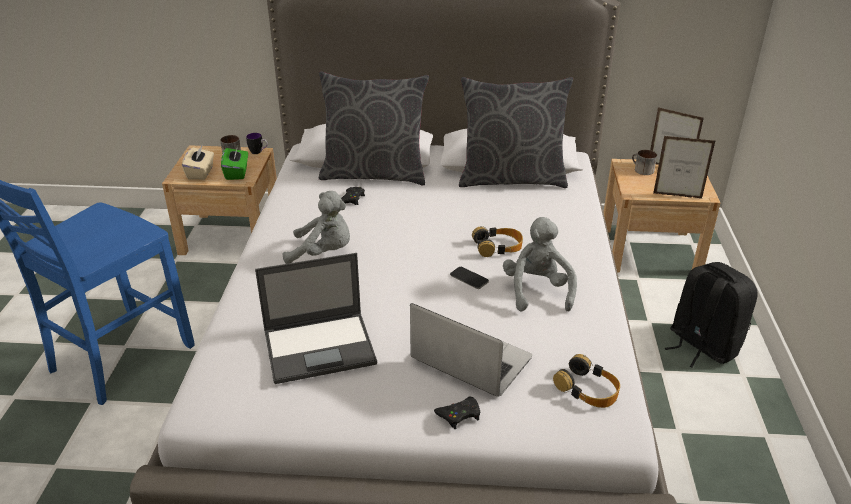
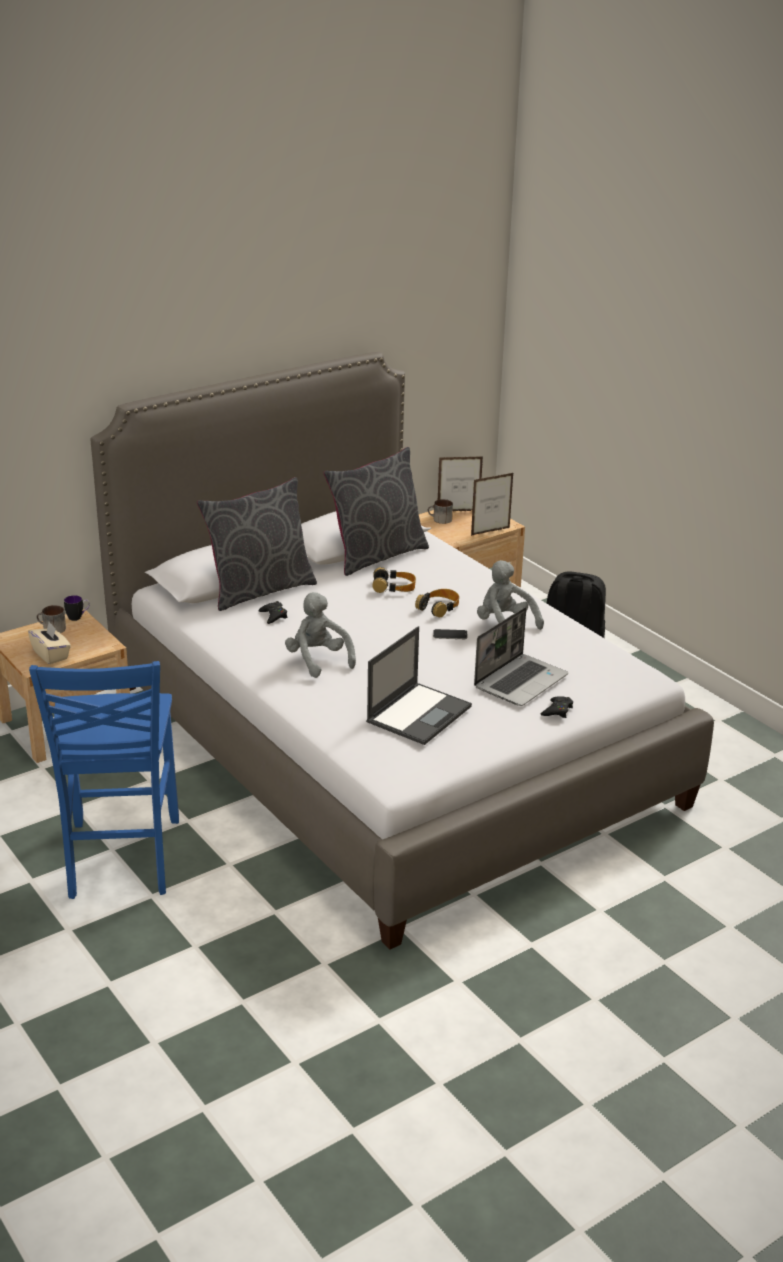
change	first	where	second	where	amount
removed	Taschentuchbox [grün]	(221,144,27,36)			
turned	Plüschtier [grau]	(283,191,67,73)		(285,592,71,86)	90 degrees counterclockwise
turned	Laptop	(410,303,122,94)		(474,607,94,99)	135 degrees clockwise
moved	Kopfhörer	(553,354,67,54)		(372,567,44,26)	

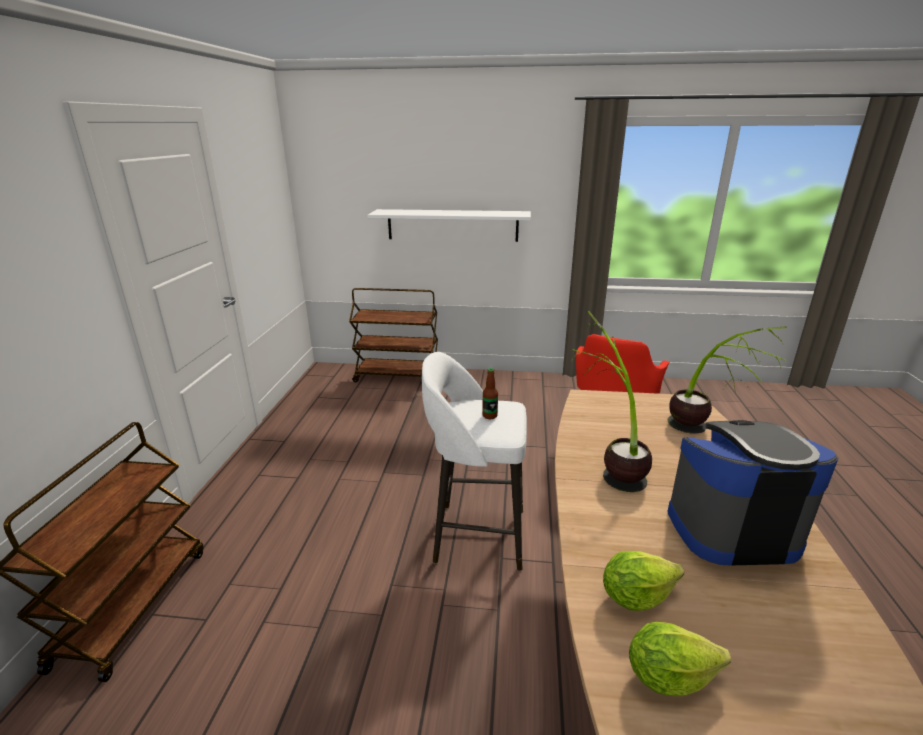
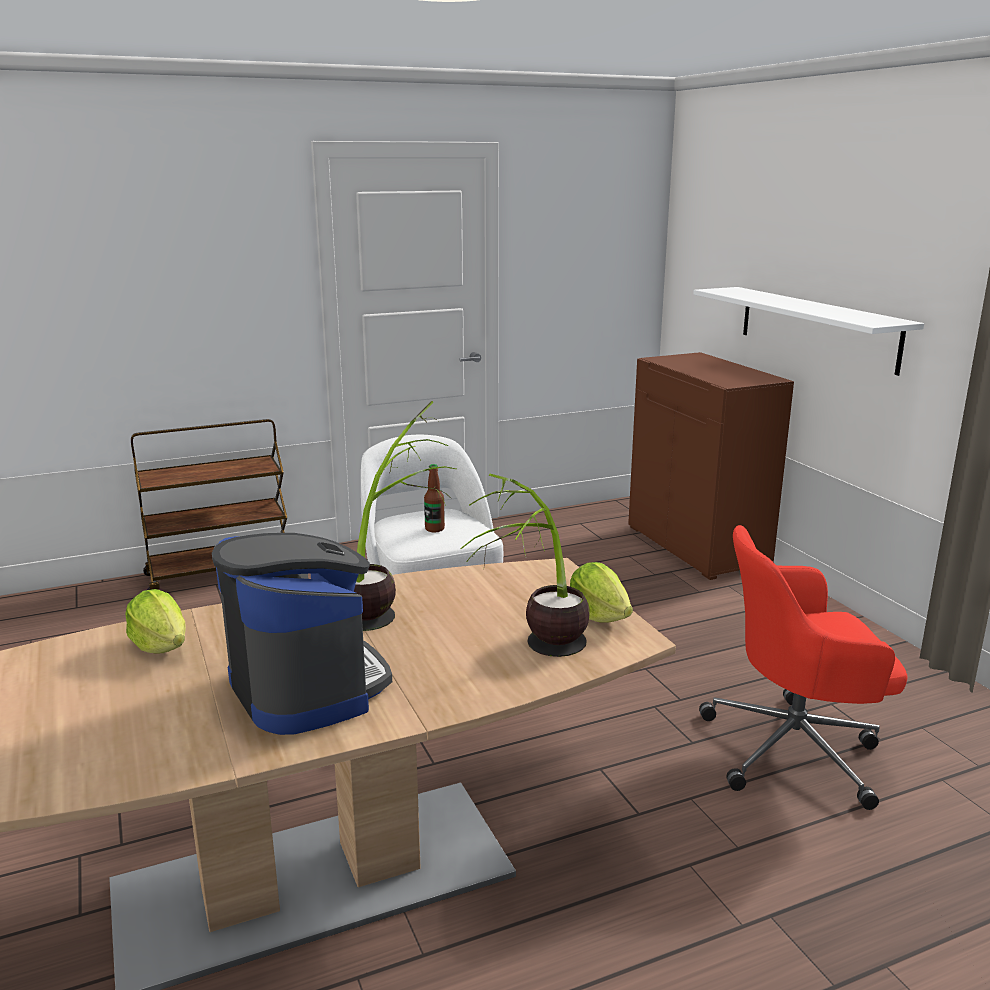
change	first	where	second	where	amount
replaced	Rollwagen [braun]	(349,288,89,94)	Schrank [braun]	(628,352,166,228)	
moved	Salatkopf	(629,622,102,74)		(570,562,63,61)	

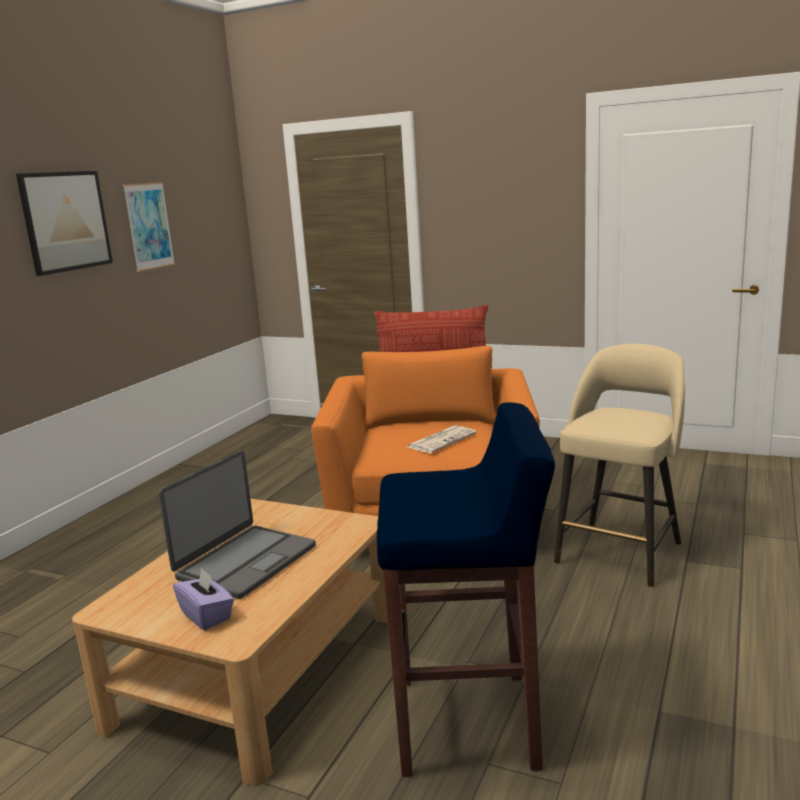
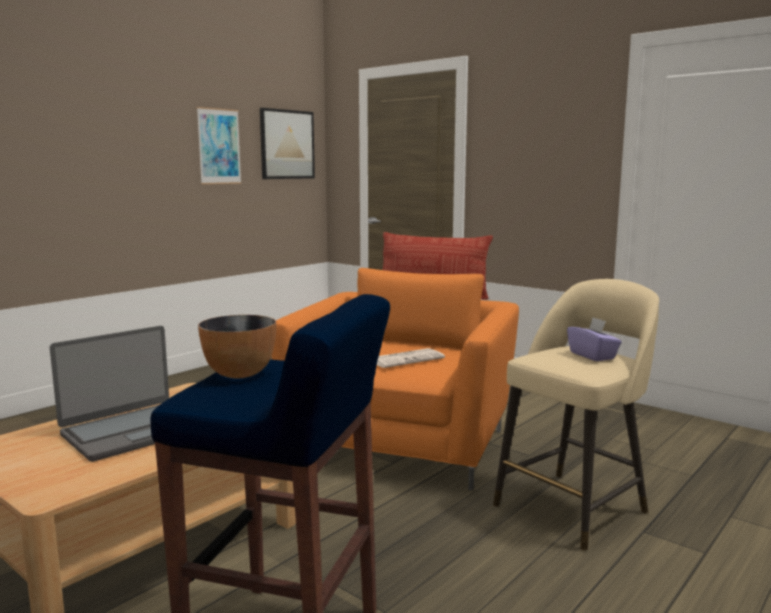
change	first	where	second	where	amount
moved	Bild	(16,171,97,105)		(260,108,55,71)	
moved	Taschentuchbox [lila]	(173,568,61,62)		(567,317,55,44)	
added			Schüssel	(198,315,78,63)	

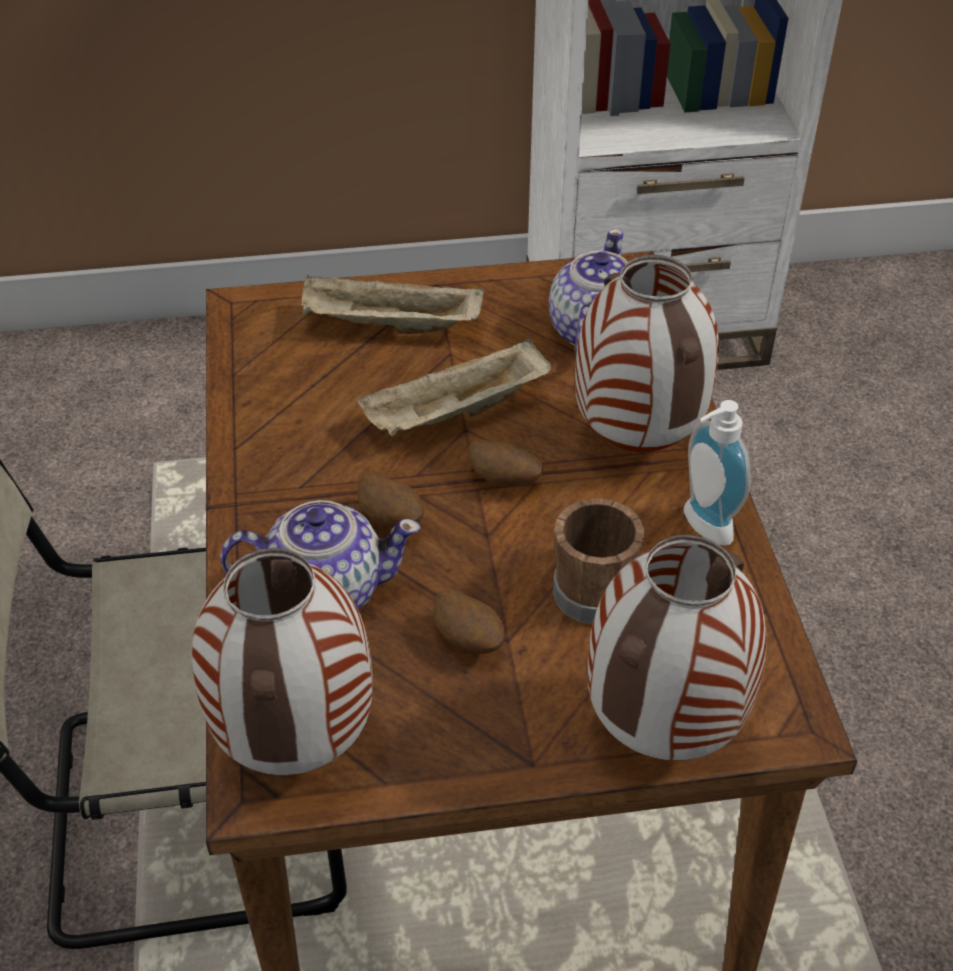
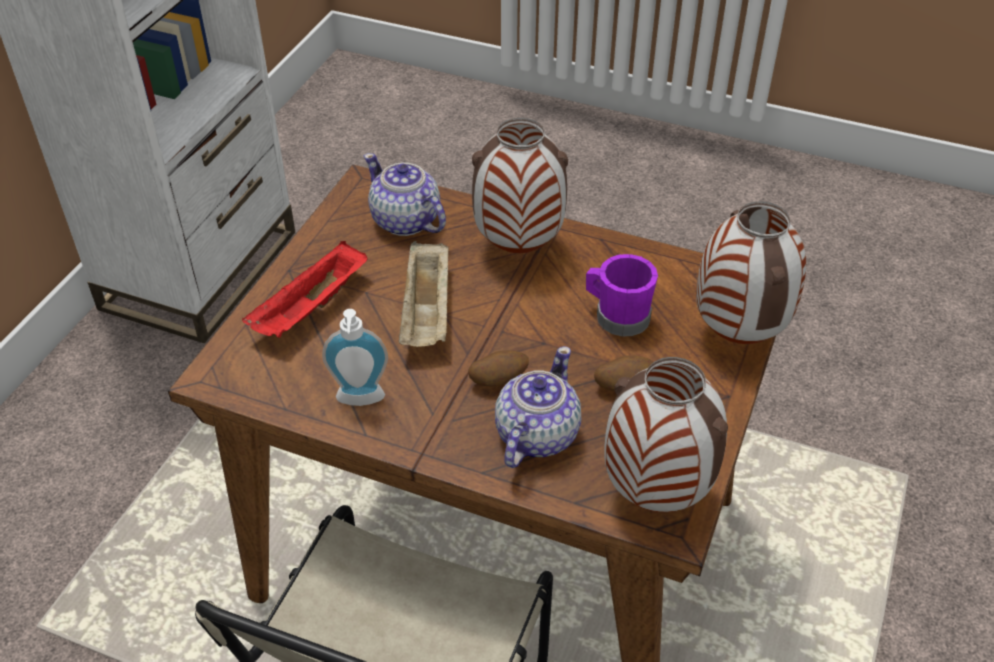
change	first	where	second	where	amount
recoloured	Tablett [beige]	(302,274,182,60)	Tablett [rot]	(242,241,126,97)	
moved	Seifenspender	(684,400,66,146)		(322,309,66,97)	
removed	Kartoffel	(468,439,75,47)			
recoloured	Henkelbecher [braun]	(553,498,92,126)	Henkelbecher [lila]	(586,254,72,83)	

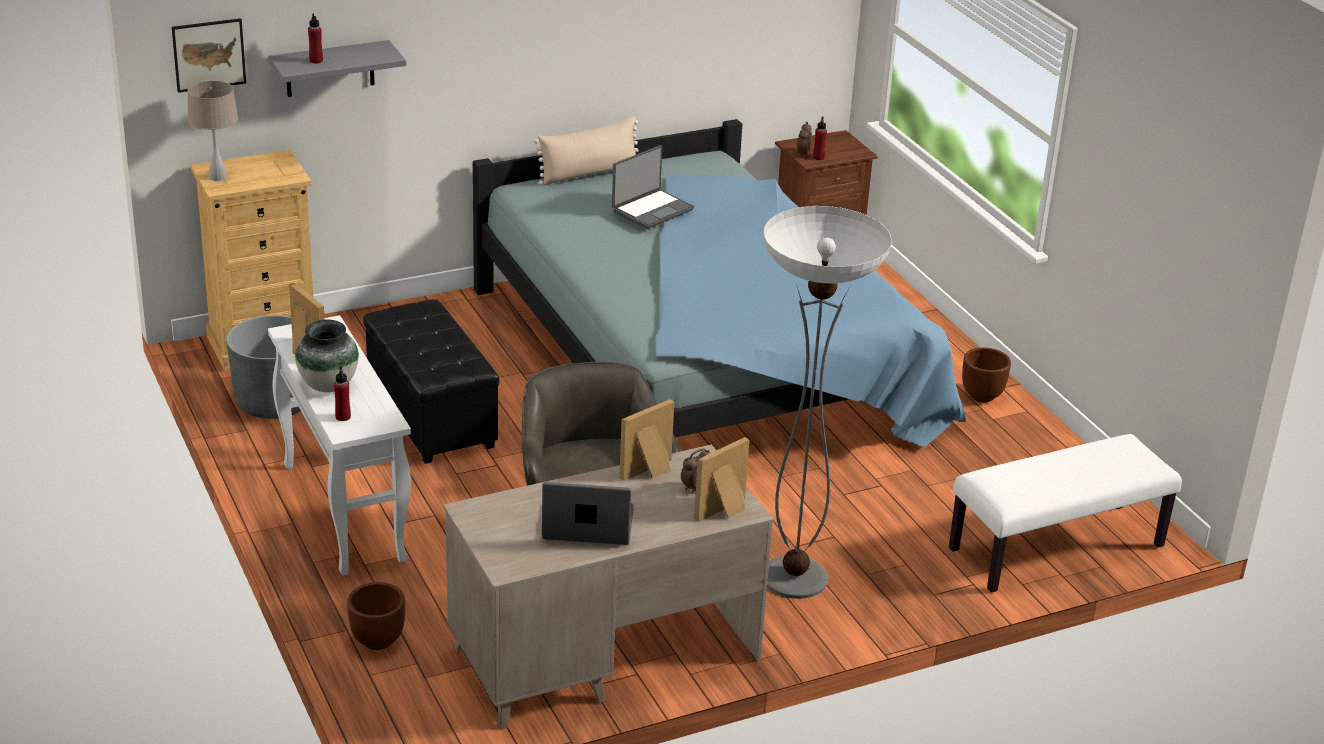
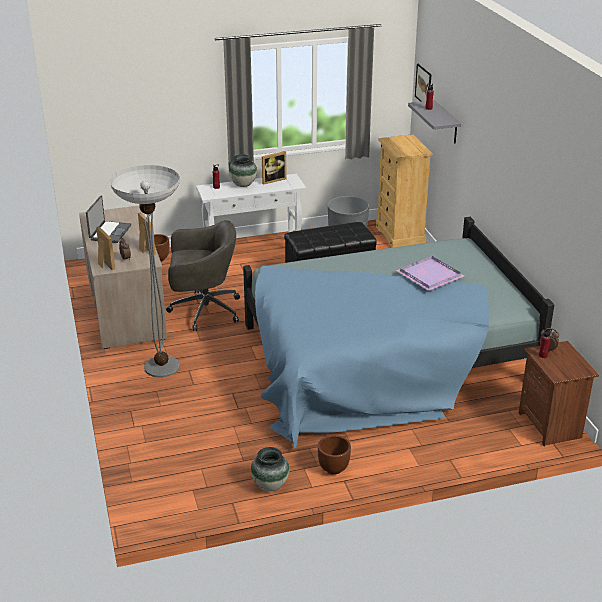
change	first	where	second	where	amount
removed	Tischlampe [beige]	(188,80,50,101)			
removed	Kissen [beige]	(534,116,105,69)			
replaced	Laptop	(612,145,82,84)	Tablett [lila]	(396,256,68,35)	
removed	Bank [weiß]	(949,434,233,159)			
added			Vase	(251,447,38,44)	

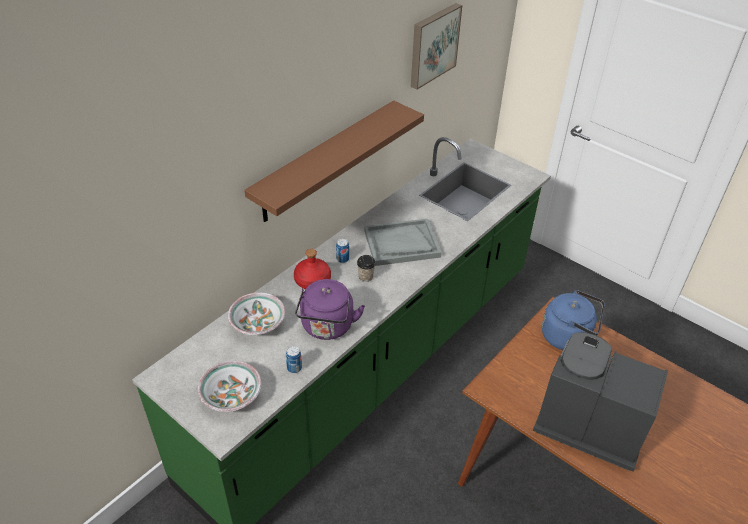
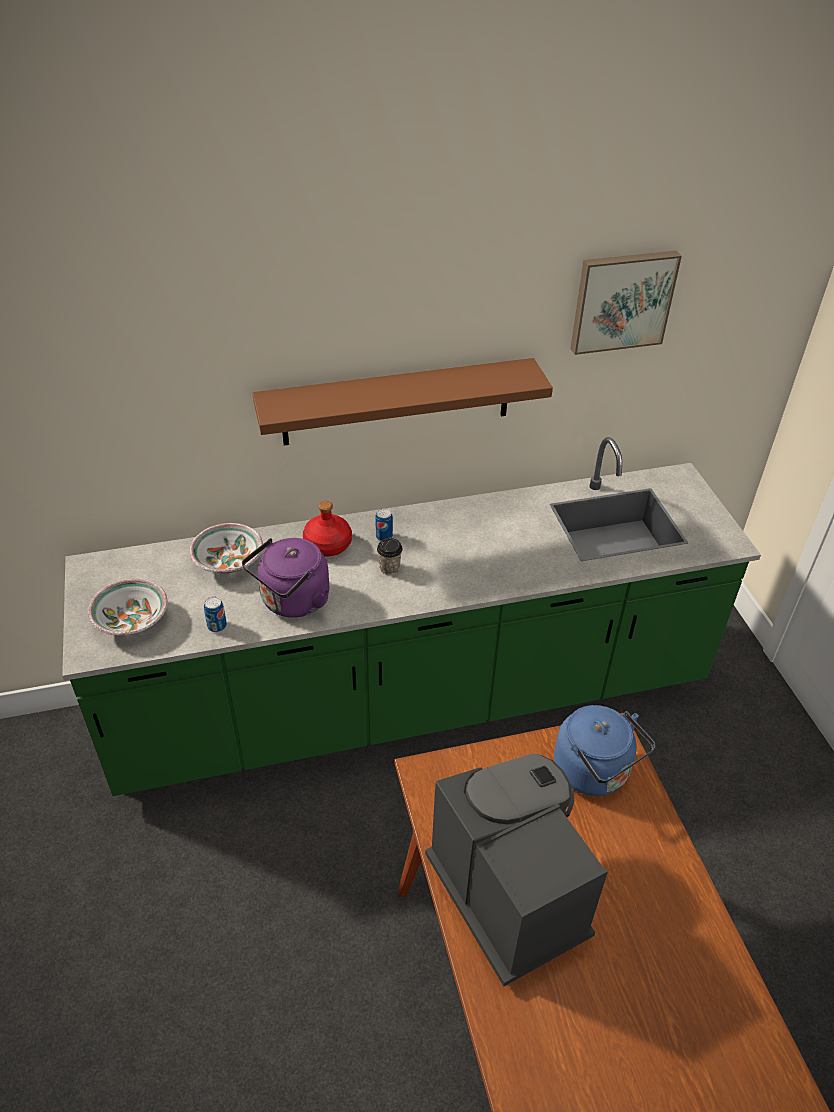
change	first	where	second	where	amount
removed	Tablett [grau]	(364,219,78,47)			

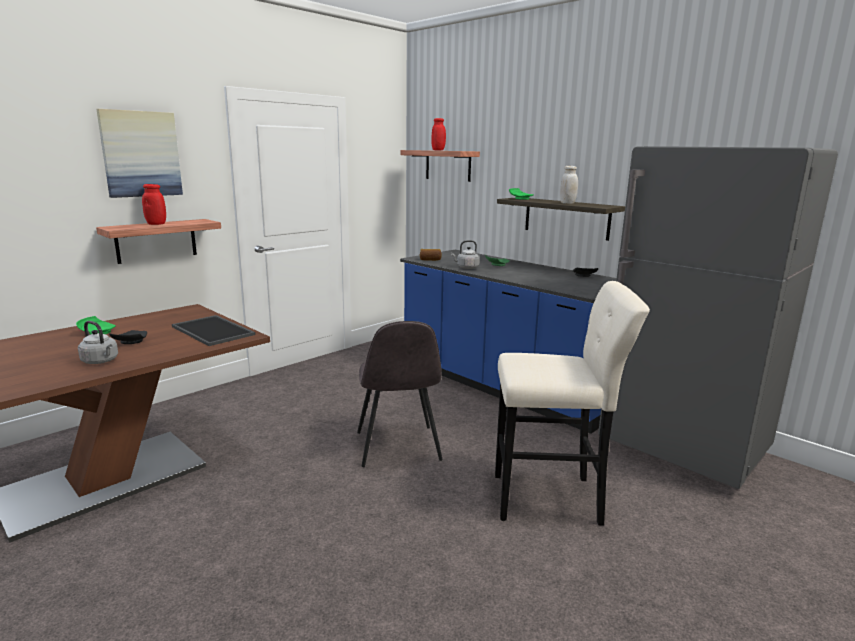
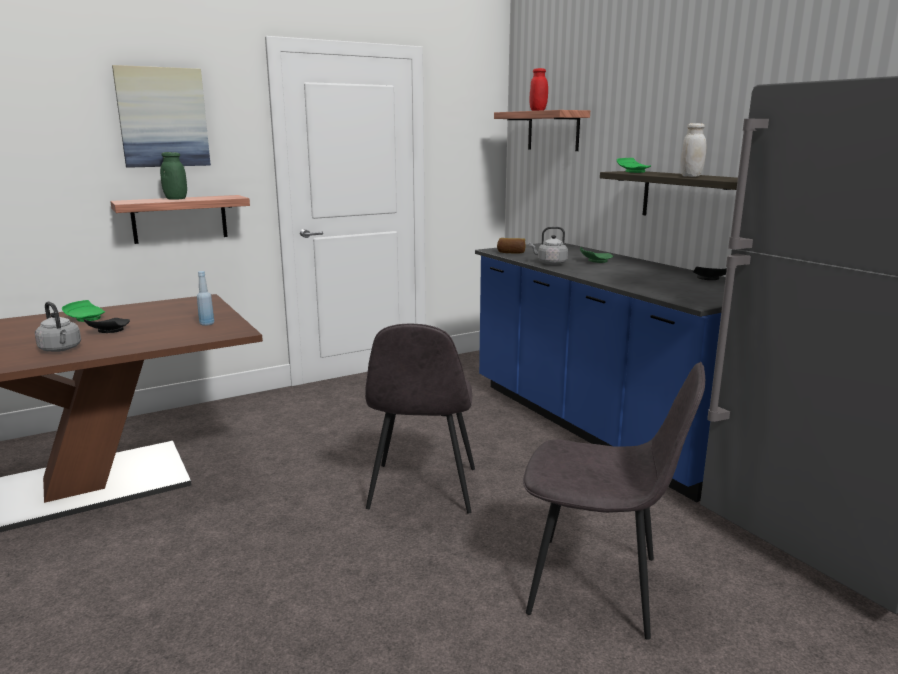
change	first	where	second	where	amount
recoloured	Vorratsglas [rot]	(142,184,24,41)	Vorratsglas [grün]	(160,152,27,48)	
replaced	Hocker [beige]	(495,281,155,245)	Stuhl [grau]	(523,362,182,278)	
replaced	Tablett	(172,315,83,31)	Flasche [blau]	(197,271,17,55)	

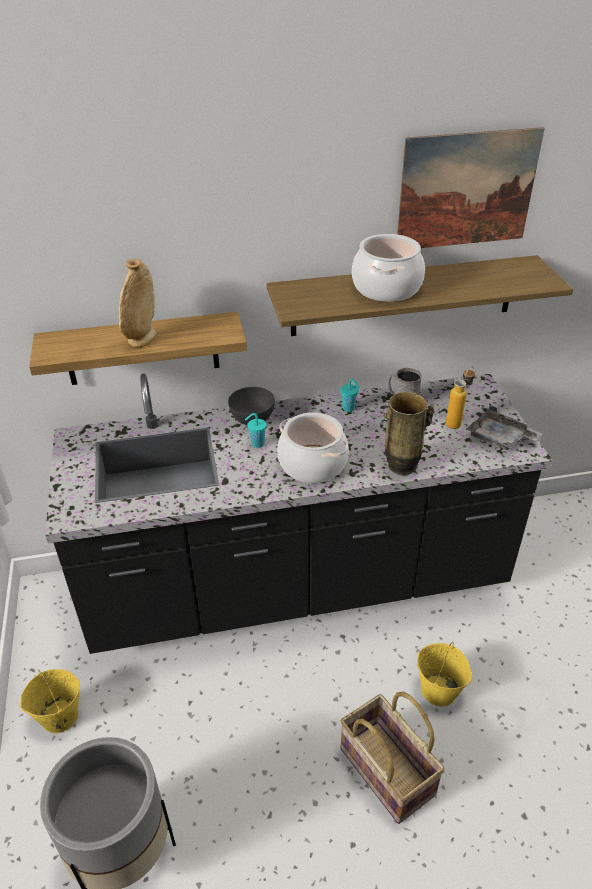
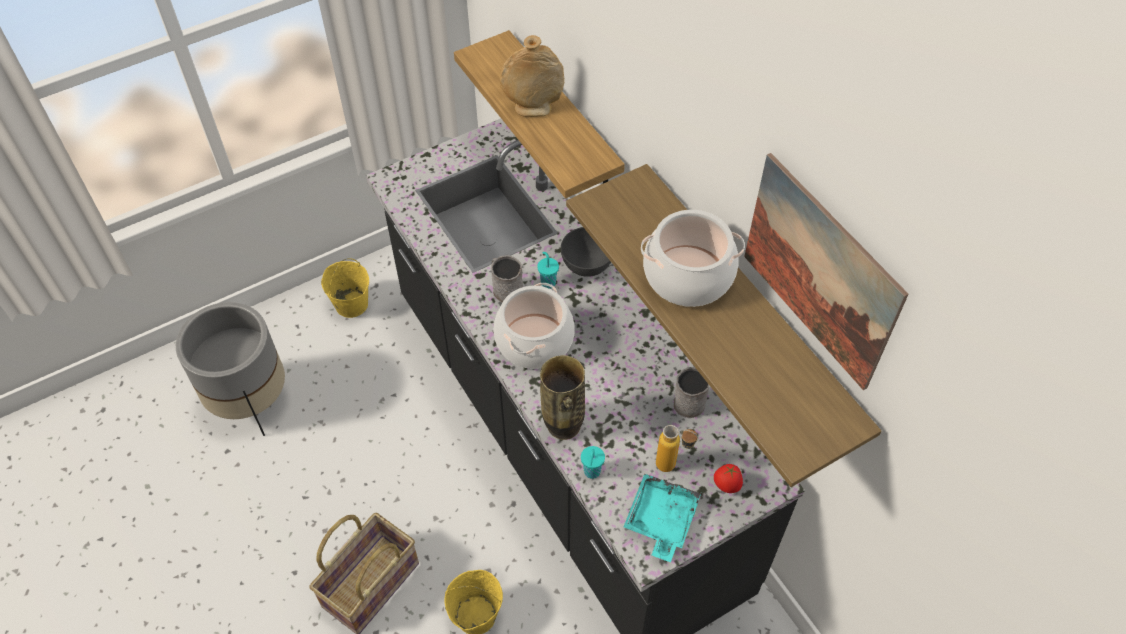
change	first	where	second	where	amount
moved	Tasse [türkis]	(341,379,18,33)		(581,446,24,33)	
recoloured	Tablett [grau]	(467,405,75,46)	Tablett [türkis]	(624,474,77,88)	
added			Henkelbecher [grau]	(491,255,32,48)	
added			Tomate	(714,464,29,29)	

